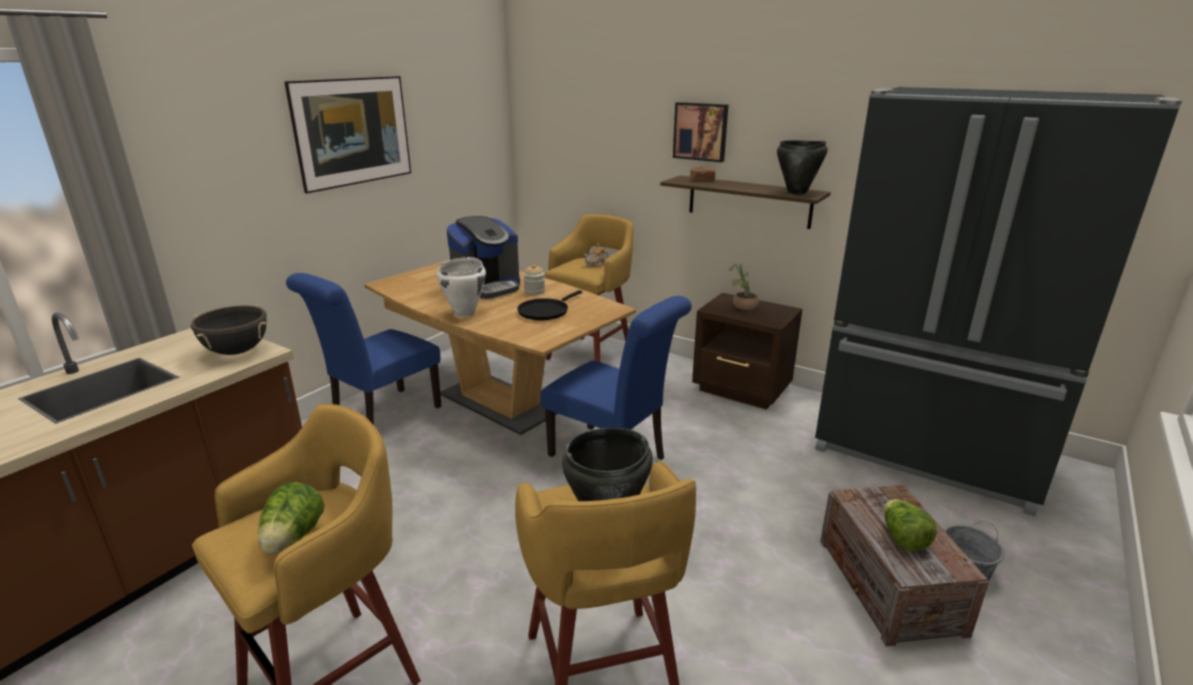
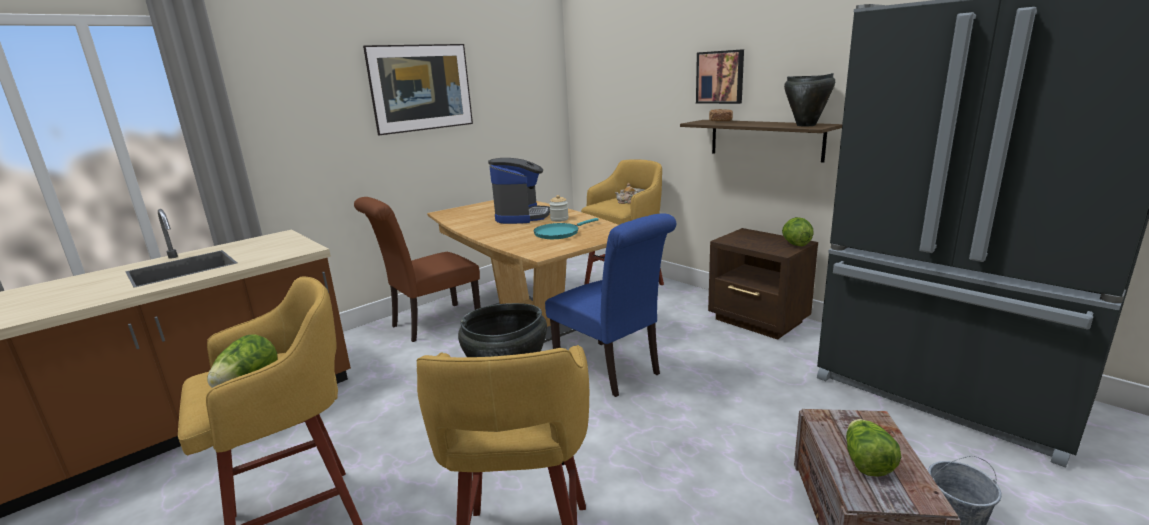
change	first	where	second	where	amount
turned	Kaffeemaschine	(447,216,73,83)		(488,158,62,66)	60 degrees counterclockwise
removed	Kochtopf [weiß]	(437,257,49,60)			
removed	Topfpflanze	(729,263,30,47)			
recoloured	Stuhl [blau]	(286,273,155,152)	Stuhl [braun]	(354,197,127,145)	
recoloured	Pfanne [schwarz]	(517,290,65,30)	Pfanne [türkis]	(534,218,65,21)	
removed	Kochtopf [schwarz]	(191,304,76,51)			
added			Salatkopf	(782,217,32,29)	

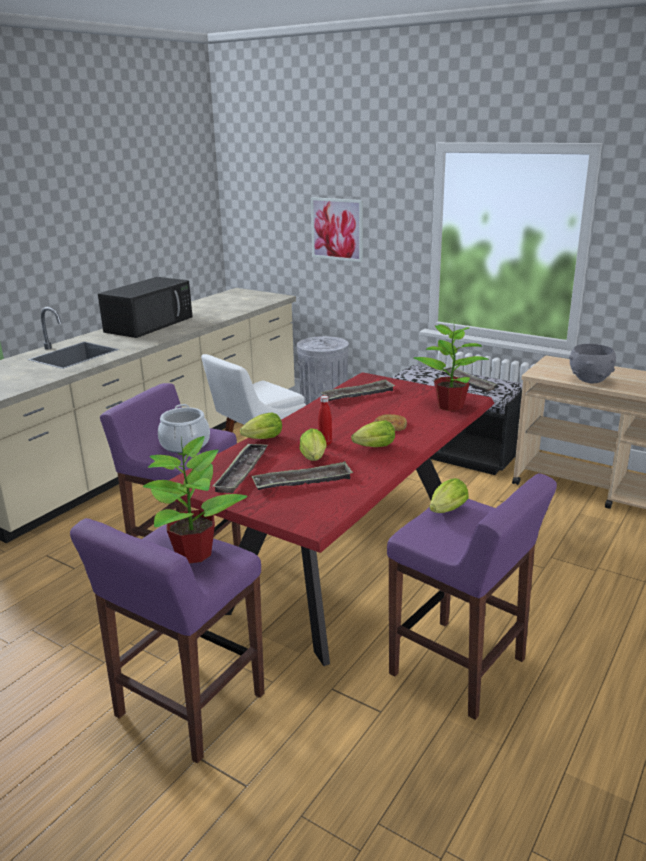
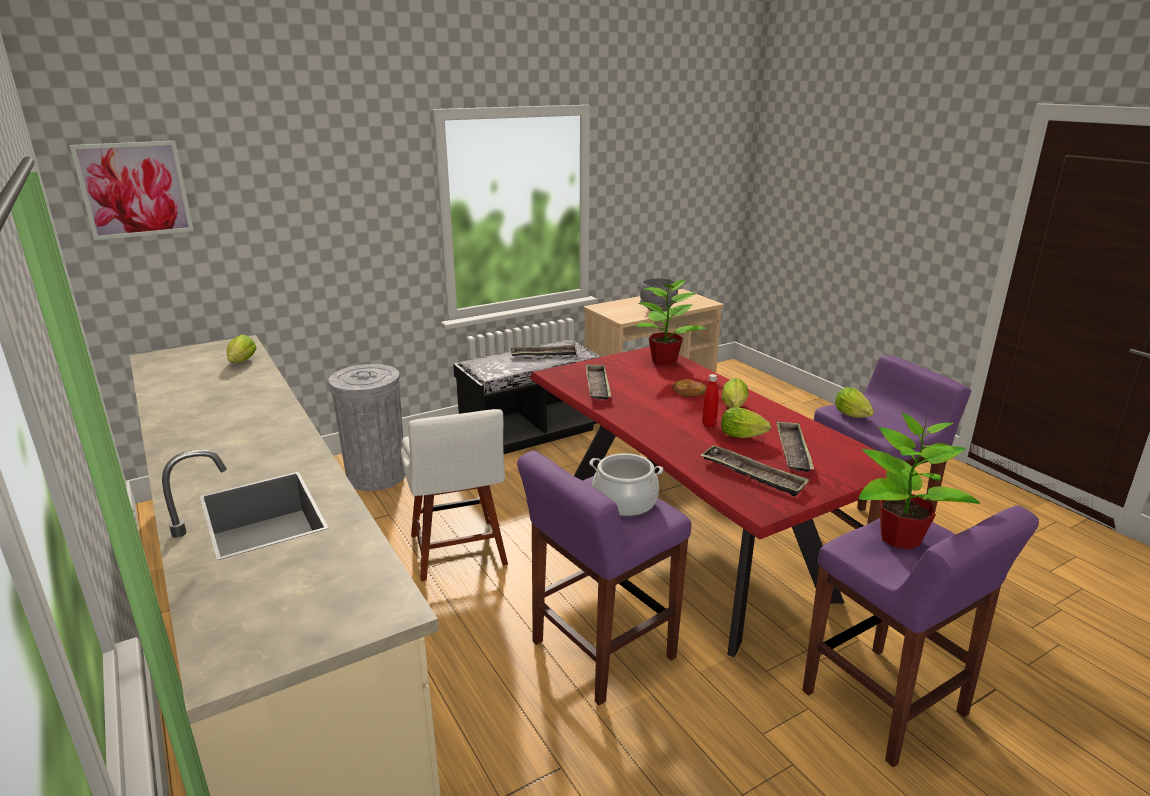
change	first	where	second	where	amount
moved	Bild	(311,197,52,65)		(70,141,124,99)	
removed	Mikrowelle [schwarz]	(98,277,95,61)			
moved	Salatkopf	(240,413,42,26)		(227,334,30,29)	

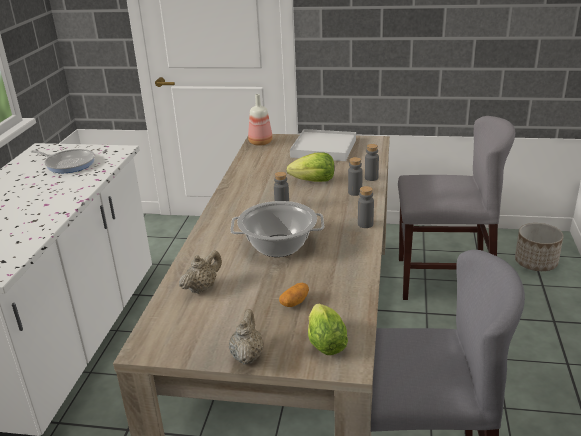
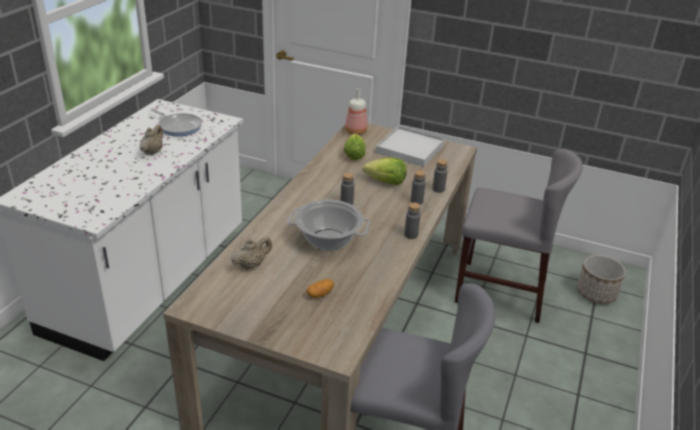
change	first	where	second	where	amount
moved	Salatkopf	(308,304,40,51)		(344,134,21,26)	
moved	Teekanne [beige]	(229,309,35,55)		(140,125,23,30)	

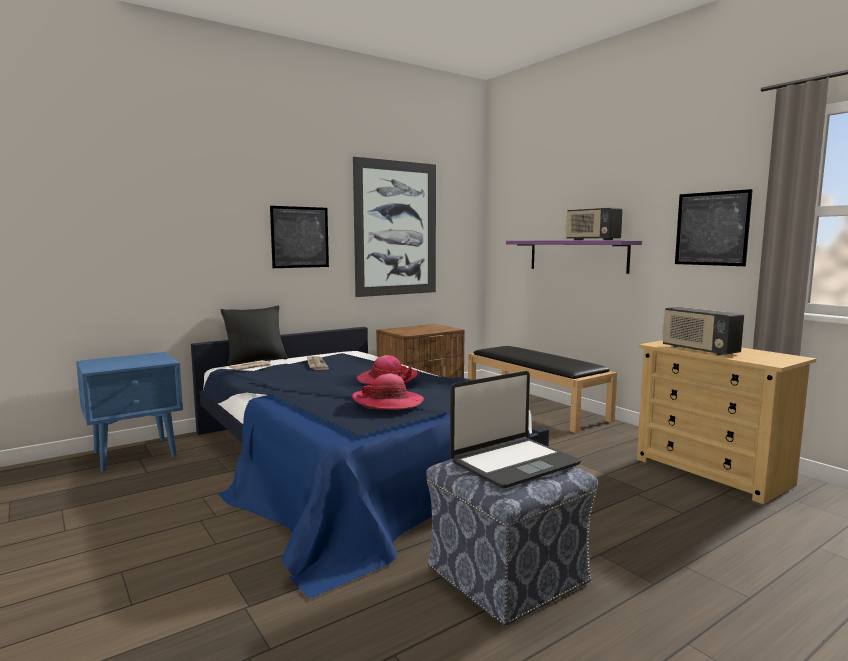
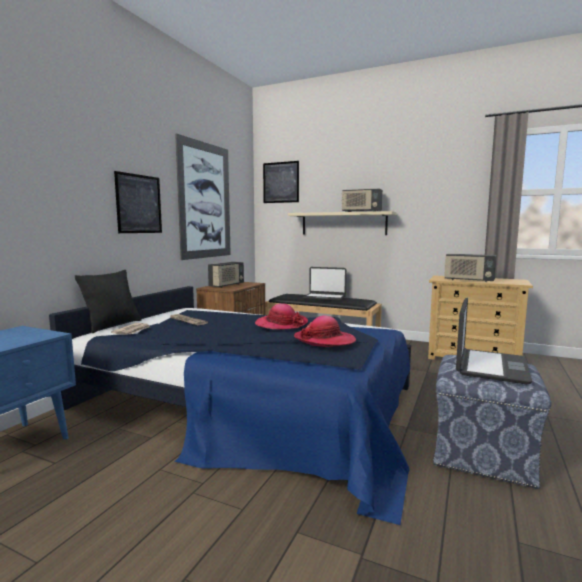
change	first	where	second	where	amount
moved	Bild	(675,189,78,77)		(263,161,36,42)	
recoloured	Wandregal [lila]	(506,240,136,34)	Wandregal [beige]	(288,211,109,24)	
added			Radio	(208,262,36,26)	
added			Laptop	(302,267,44,34)	

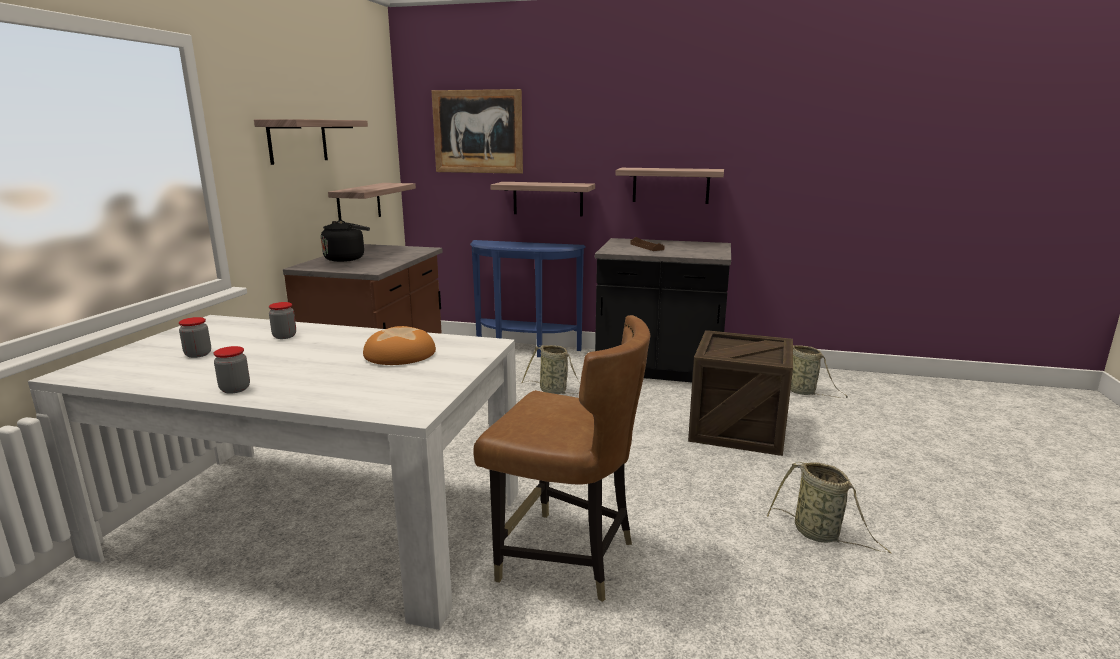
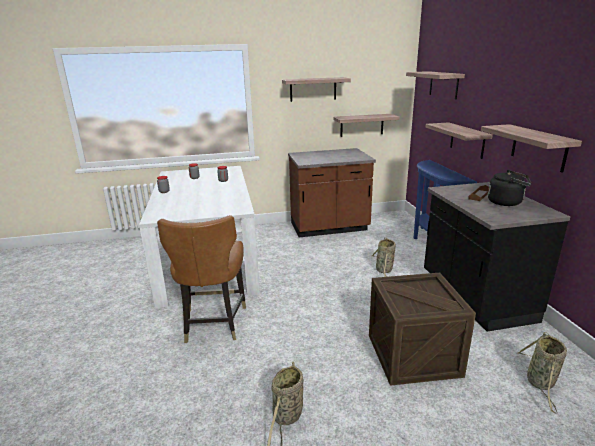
change	first	where	second	where	amount
replaced	Bild	(431,89,92,85)	Wandregal	(406,71,59,28)	
moved	Wasserkessel [schwarz]	(321,220,49,42)		(488,170,43,36)	
removed	Brot	(363,326,73,39)			

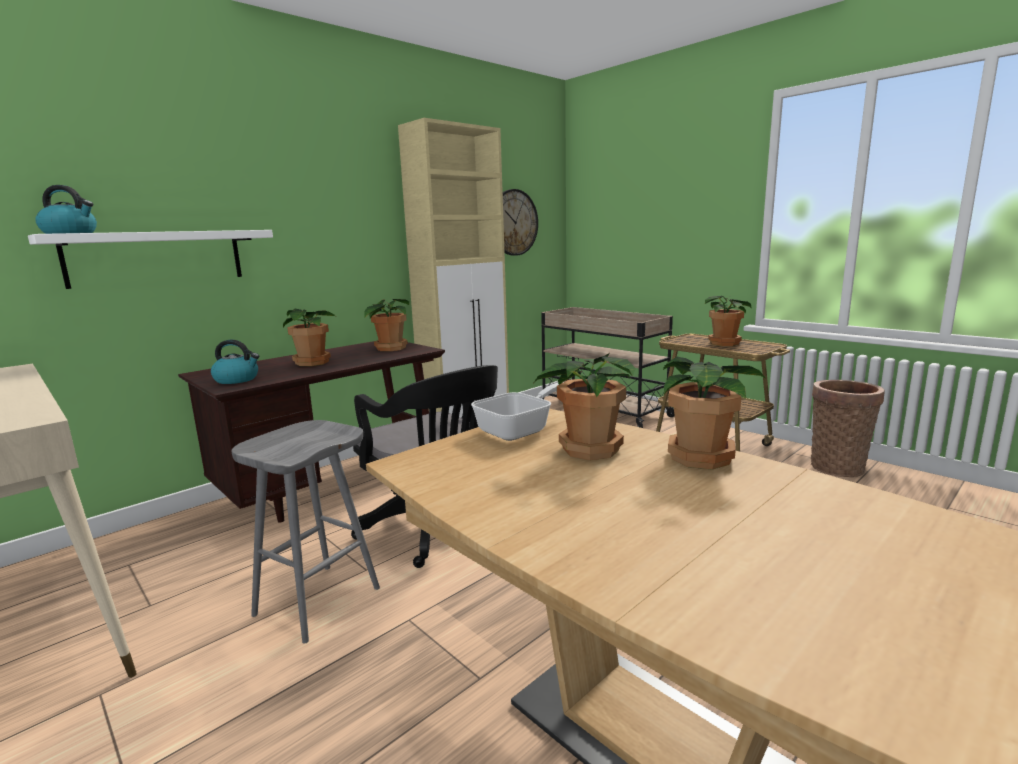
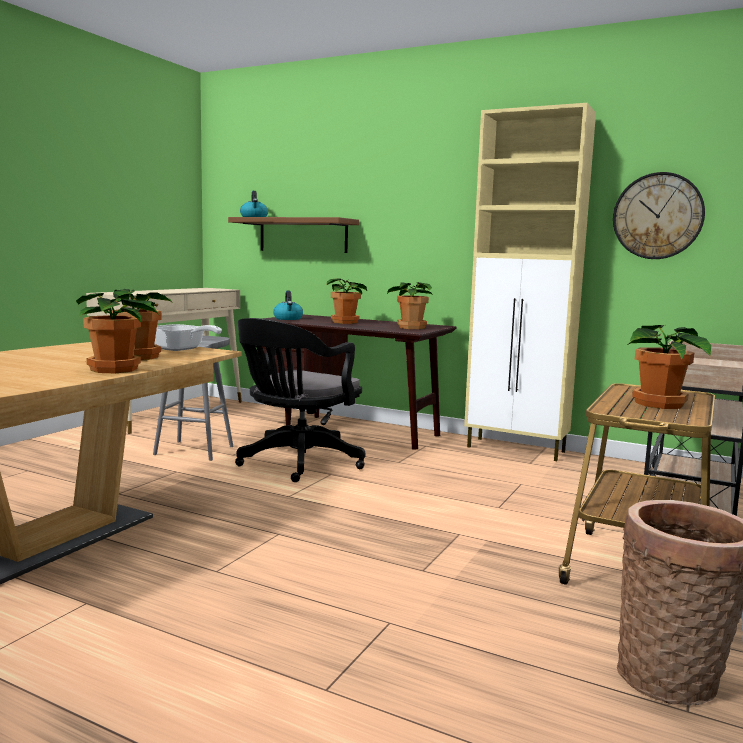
change	first	where	second	where	amount
recoloured	Wandregal [weiß]	(28,230,245,59)	Wandregal [braun]	(228,217,131,36)	

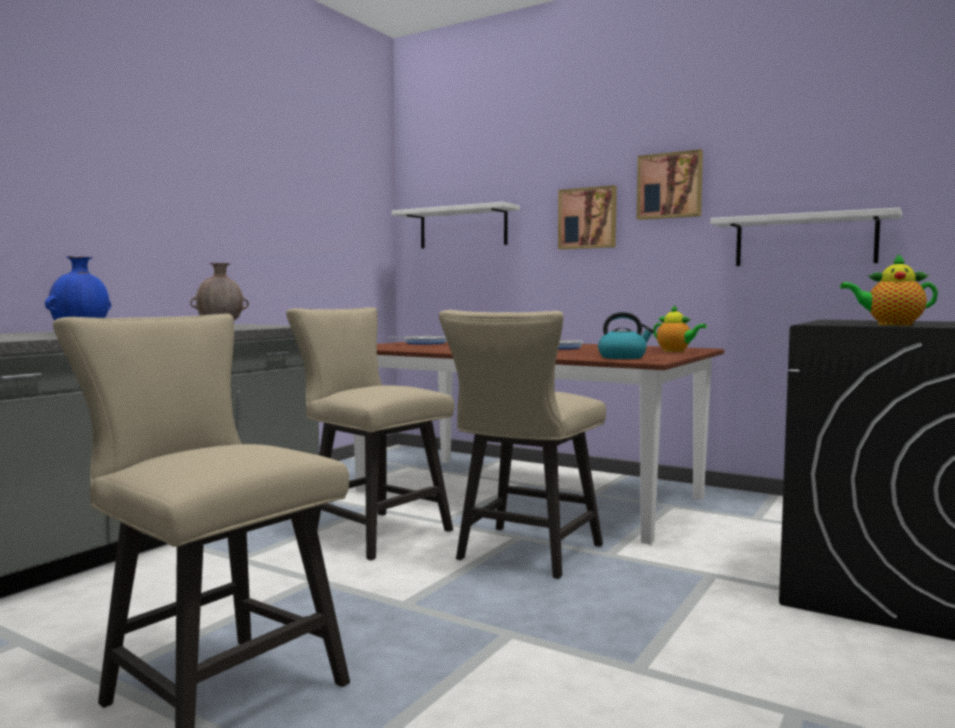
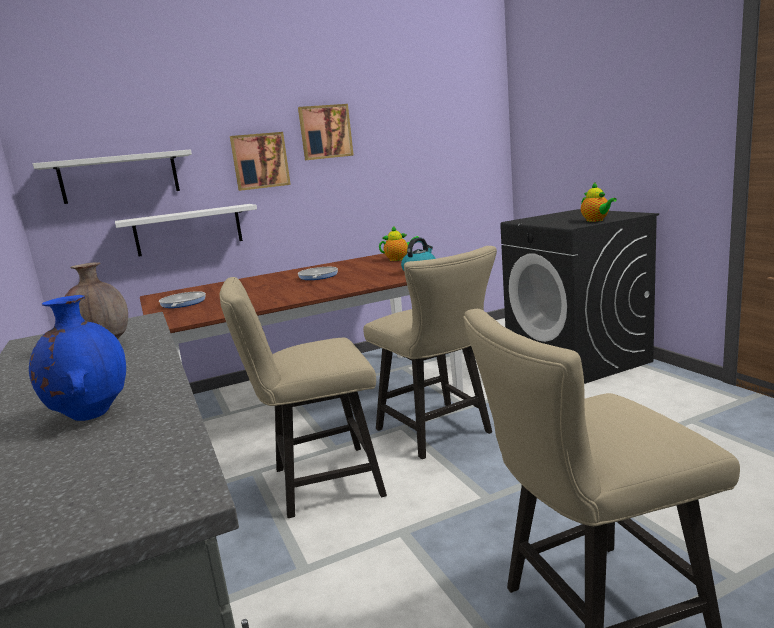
change	first	where	second	where	amount
moved	Wandregal [weiß]	(710,208,192,58)		(115,204,142,52)	
turned	Teekanne	(840,254,98,72)		(581,183,36,39)	75 degrees counterclockwise

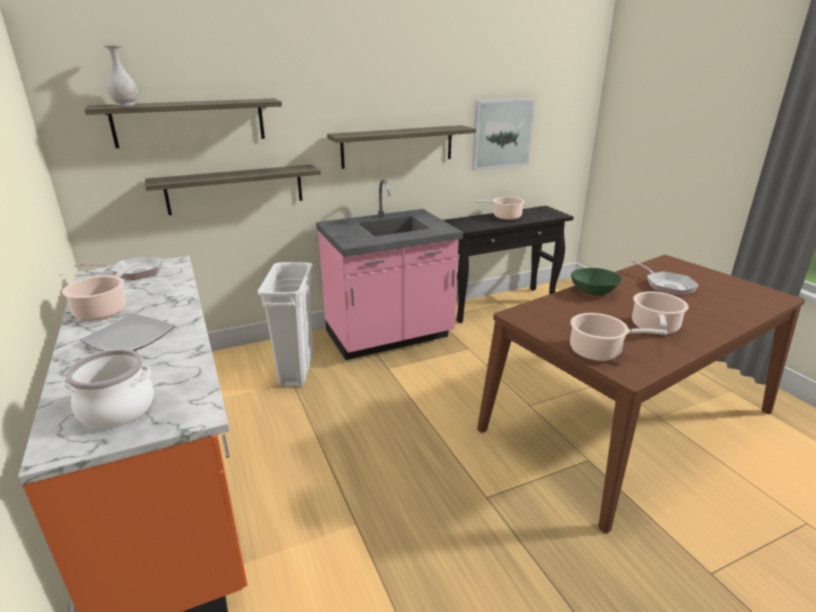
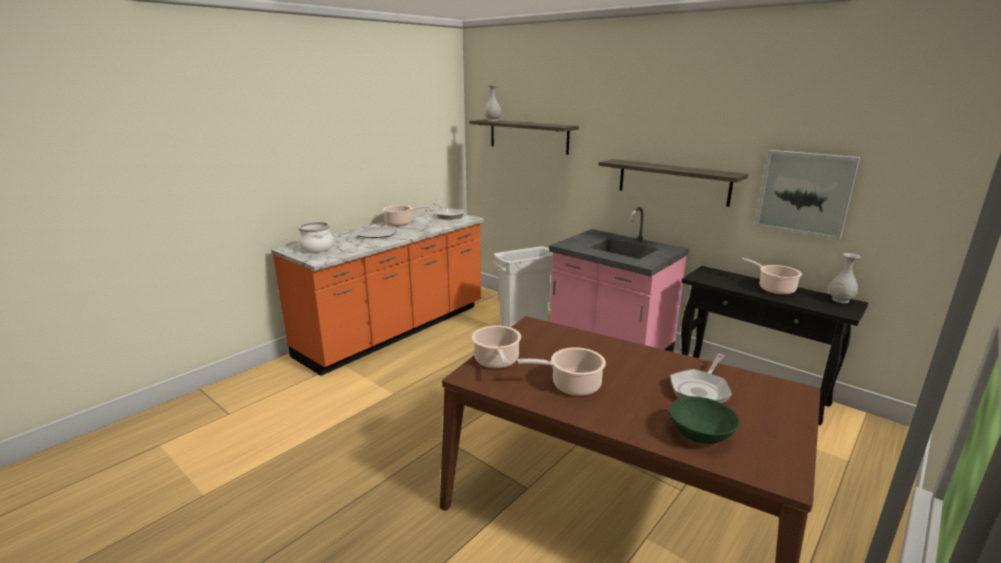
change	first	where	second	where	amount
removed	Wandregal	(145,164,176,51)			
moved	Schüssel [grün]	(571,268,51,28)		(669,396,71,48)	
added			Vase [weiß]	(829,253,32,50)	

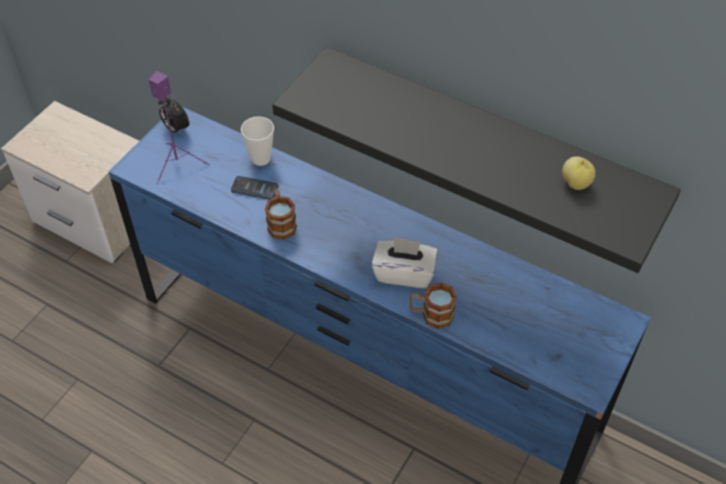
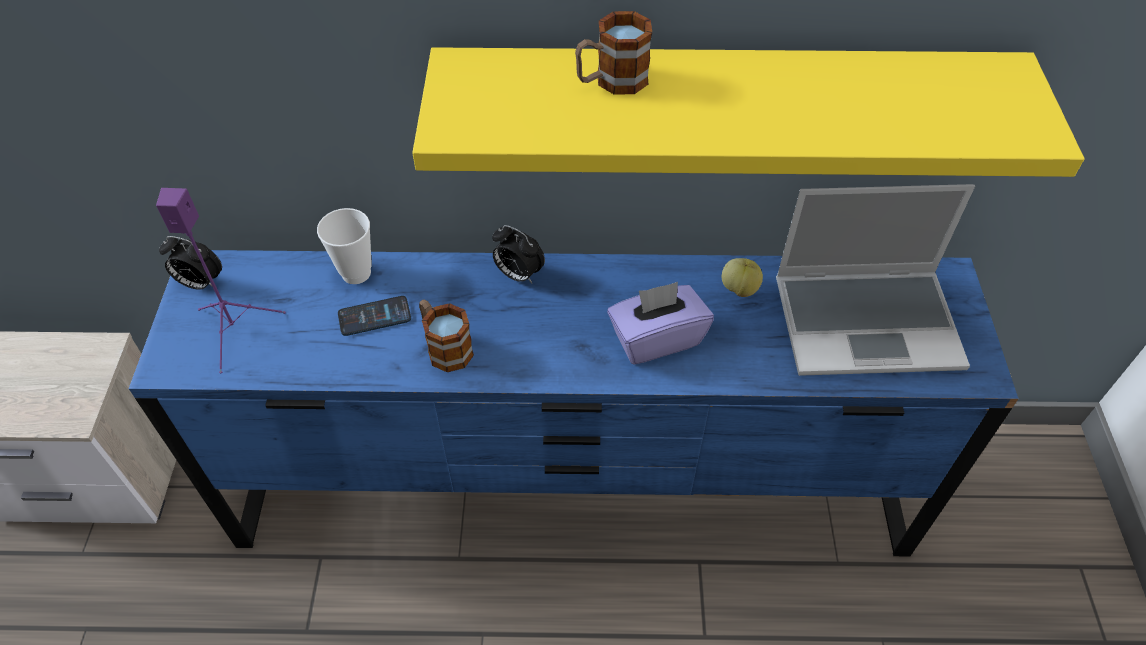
change	first	where	second	where	amount
recoloured	Wandregal [schwarz]	(272,47,409,226)	Wandregal [gelb]	(412,47,672,130)	
moved	Apfel	(562,156,34,34)		(722,258,41,39)	
recoloured	Taschentuchbox [weiß]	(371,237,67,51)	Taschentuchbox [lila]	(607,282,107,83)	
moved	Henkelbecher	(409,282,48,47)		(575,11,77,84)	
added			Laptop	(776,184,199,192)	
added			Wecker	(492,225,53,58)	

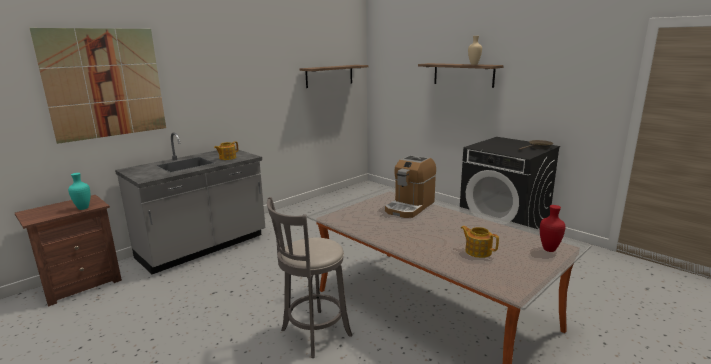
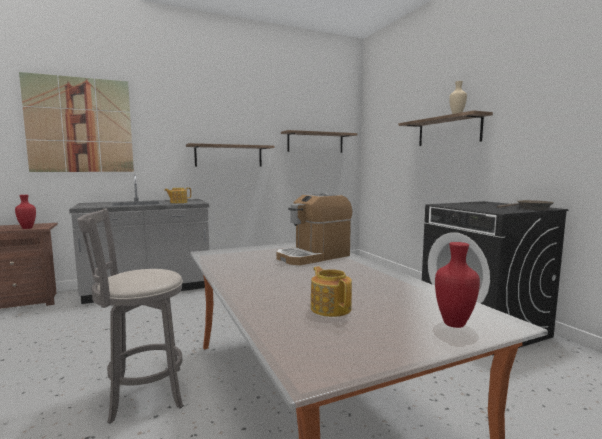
change	first	where	second	where	amount
recoloured	Vase [türkis]	(68,173,22,37)	Vase [rot]	(15,195,21,34)	
added			Wandregal	(186,143,89,24)	

